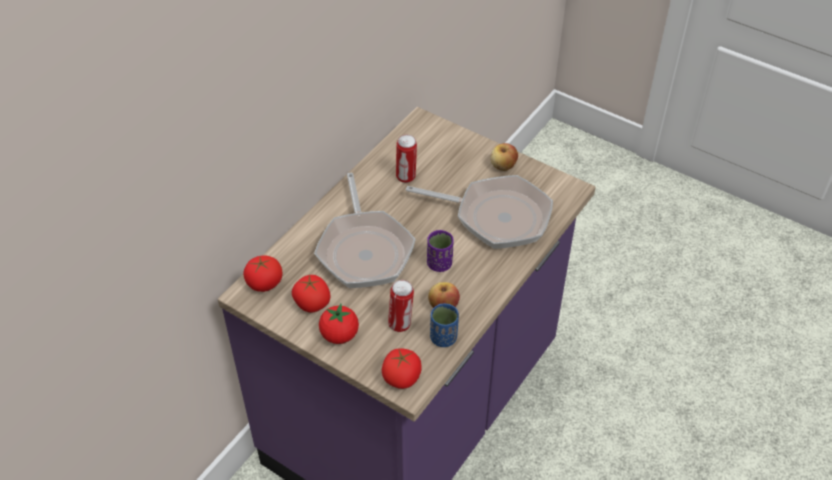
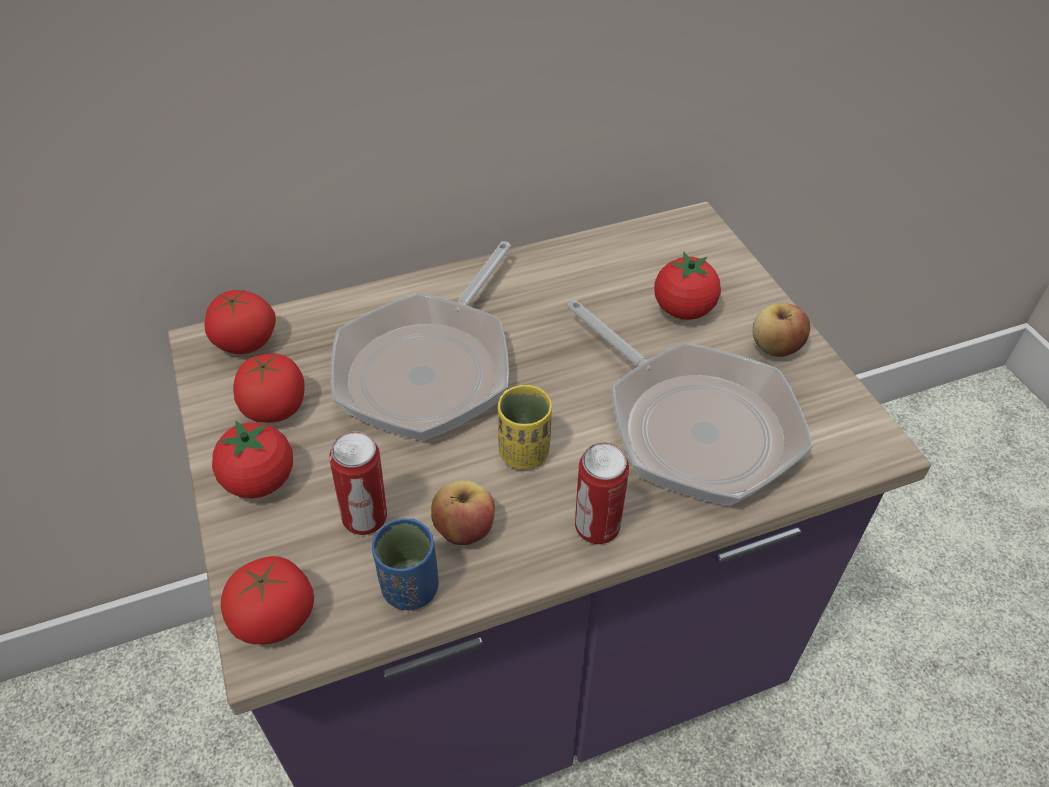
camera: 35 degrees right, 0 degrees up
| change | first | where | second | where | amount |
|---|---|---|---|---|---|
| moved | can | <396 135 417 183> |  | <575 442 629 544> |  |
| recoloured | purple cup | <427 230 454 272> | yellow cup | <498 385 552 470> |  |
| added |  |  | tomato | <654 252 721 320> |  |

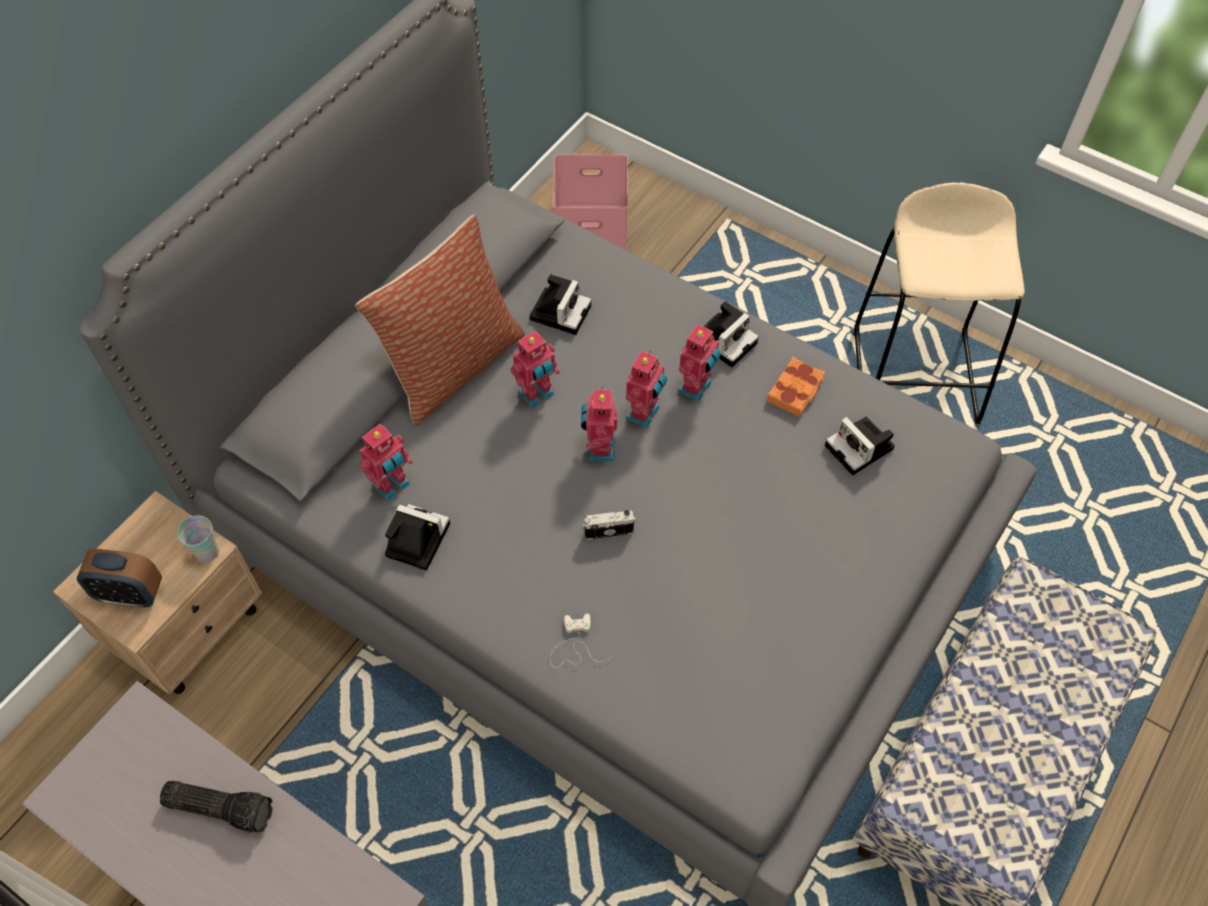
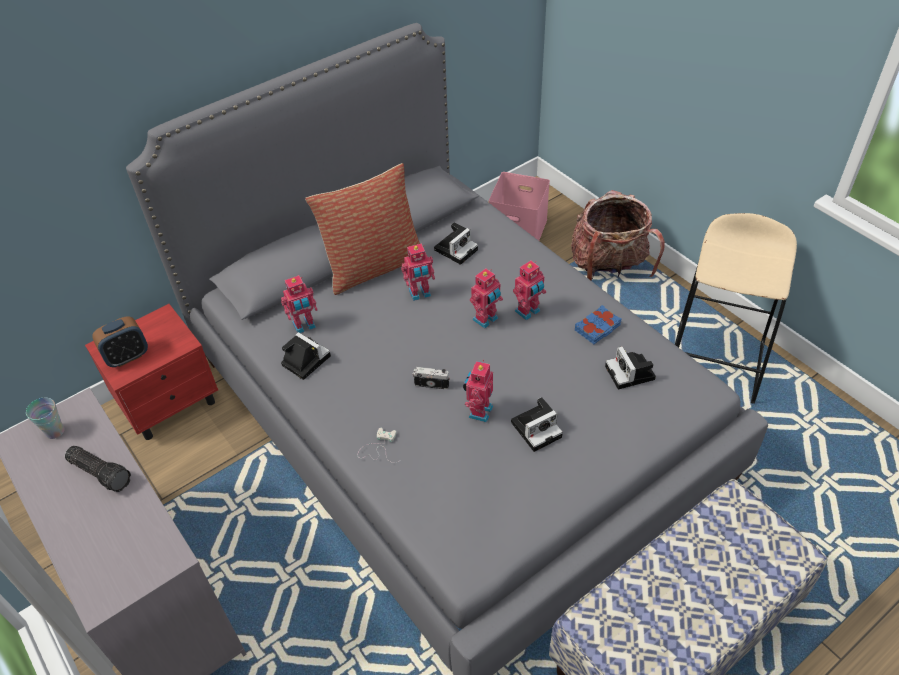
camera: 20 degrees right, 10 degrees down
| change | first | where | second | where | amount |
|---|---|---|---|---|---|
| moved | photo camera | <703 301 759 367> |  | <511 397 563 452> |  |
| recoloured | orange book | <767 357 825 416> | blue book | <575 305 621 344> |  |
| moved | toy robot | <581 386 617 461> |  | <463 360 493 423> |  |
| recoloured | beige nightstand | <53 491 262 695> | red nightstand | <85 304 218 440> |  |
| moved | cup | <177 516 219 563> |  | <26 398 65 439> |  |
| turned | alarm clock | <77 549 162 607> |  | <92 316 148 367> | 60 degrees counterclockwise |
| added |  |  | backpack | <571 190 665 280> |  |

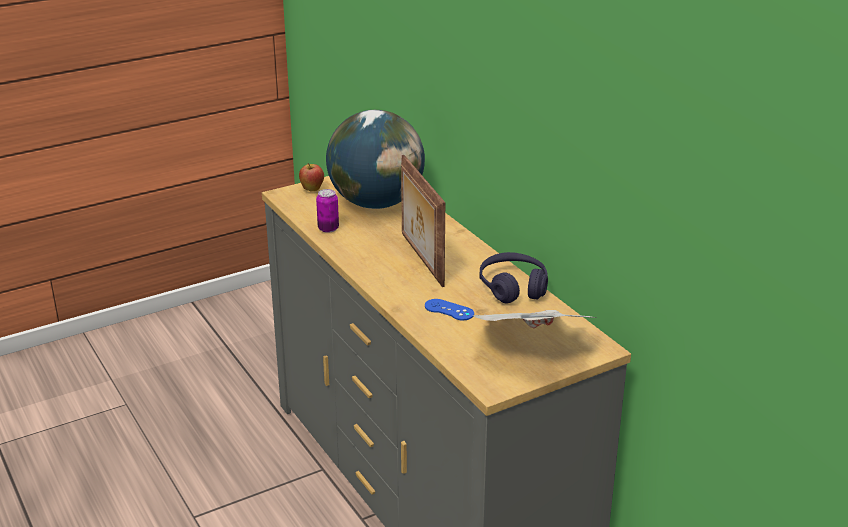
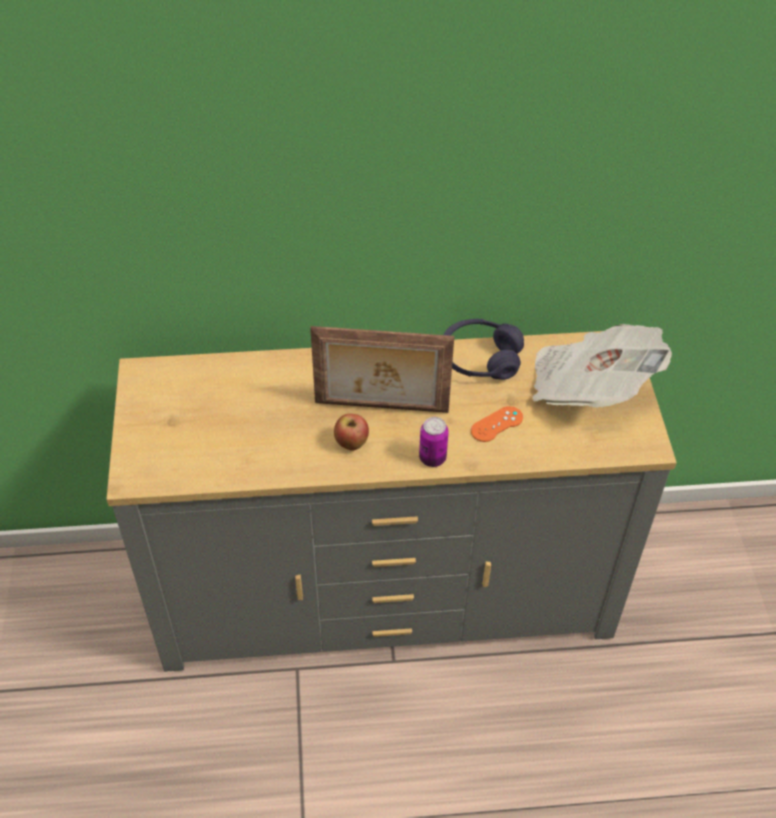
camera: 65 degrees left, 20 degrees up
| change | first | where | second | where | amount |
|---|---|---|---|---|---|
| removed | globe | <326 110 425 209> |  |  |  |
| moved | apple | <299 163 324 192> |  | <334 414 369 451> |  |
| moved | can | <316 189 339 233> |  | <419 417 449 467> |  |
| recoloured | blue game controller | <425 299 474 320> | orange game controller | <471 406 523 442> |  |

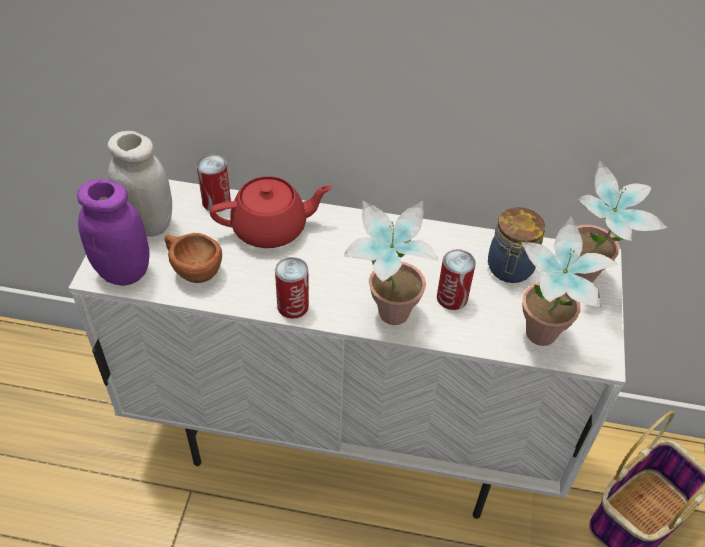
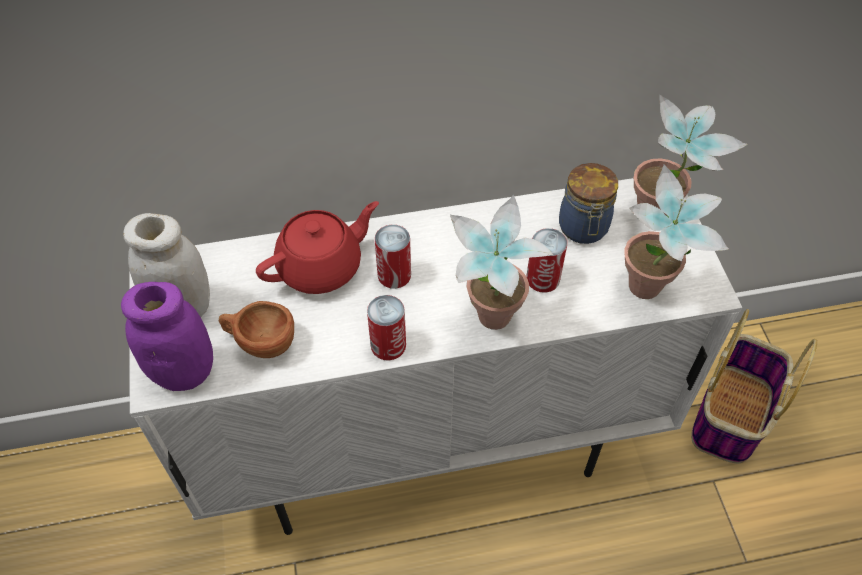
camera: 20 degrees left, 5 degrees up
| change | first | where | second | where | amount |
|---|---|---|---|---|---|
| moved | can | <197 154 231 212> |  | <375 224 411 289> |  |

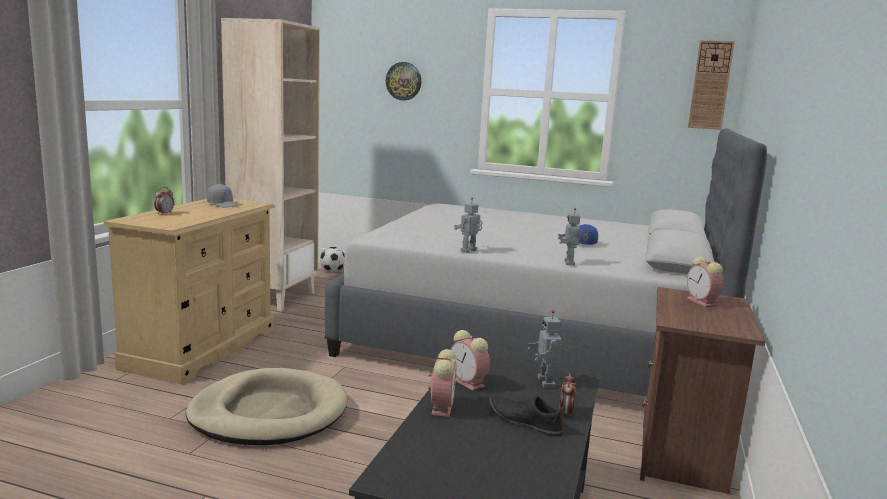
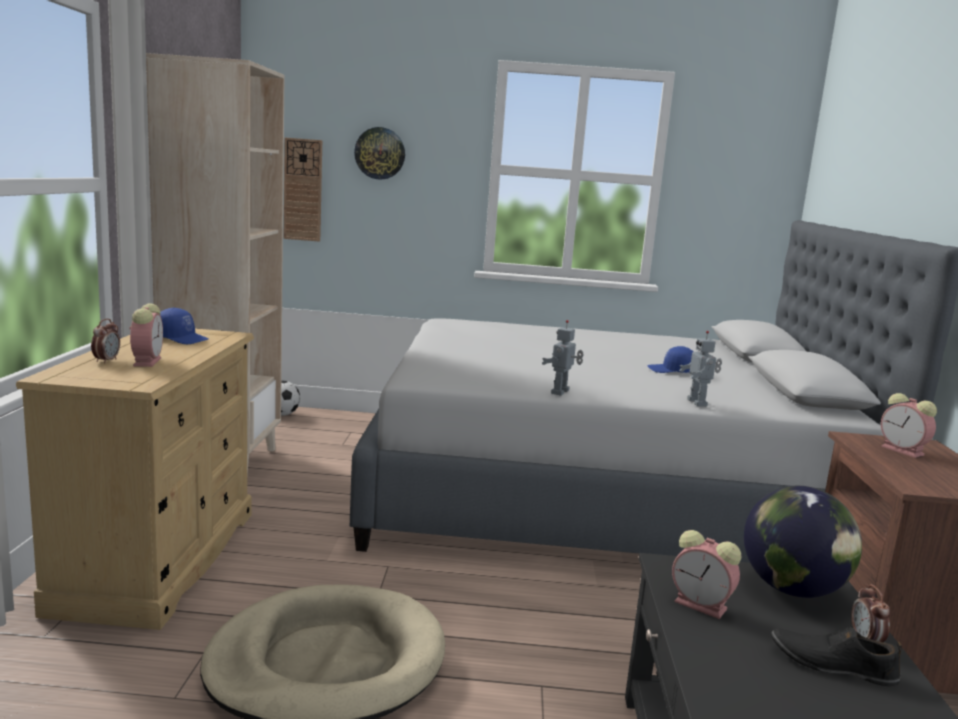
camera: 15 degrees left, 0 degrees up
| change | first | where | second | where | amount |
|---|---|---|---|---|---|
| moved | wall clock | <688 40 735 130> |  | <284 138 322 242> |  |
| recoloured | grey cap | <207 184 239 208> | blue cap | <160 307 209 344> |  |
| replaced | toy robot | <528 310 570 388> | globe | <744 486 862 598> |  |
| moved | alarm clock | <428 349 457 417> |  | <129 303 163 367> |  |

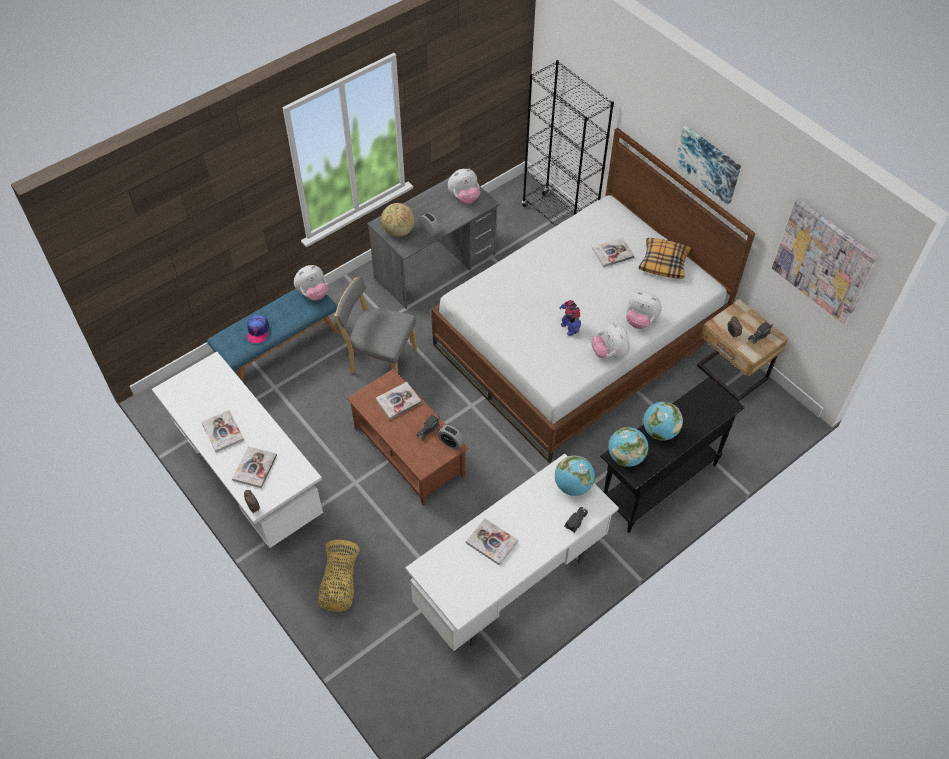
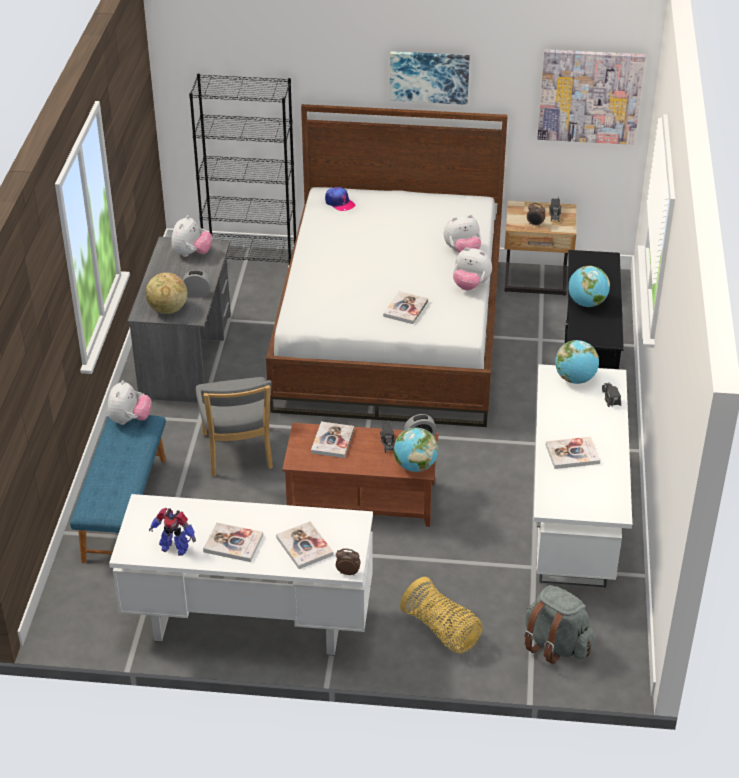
camera: 45 degrees left, 15 degrees down
| change | first | where | second | where | amount |
|---|---|---|---|---|---|
| moved | book | <592 238 634 267> |  | <383 291 428 324> |  |
| removed | pillow | <639 238 691 279> |  |  |  |
| turned | grey chair | <334 276 417 374> |  | <196 377 273 476> | 75 degrees counterclockwise |
| moved | toy robot | <559 300 581 336> |  | <149 508 196 556> |  |
| moved | cap | <247 315 269 343> |  | <325 187 356 211> |  |
| moved | globe | <608 427 648 467> |  | <394 427 438 472> |  |
| added |  |  | grey backpack | <524 585 594 664> |  |

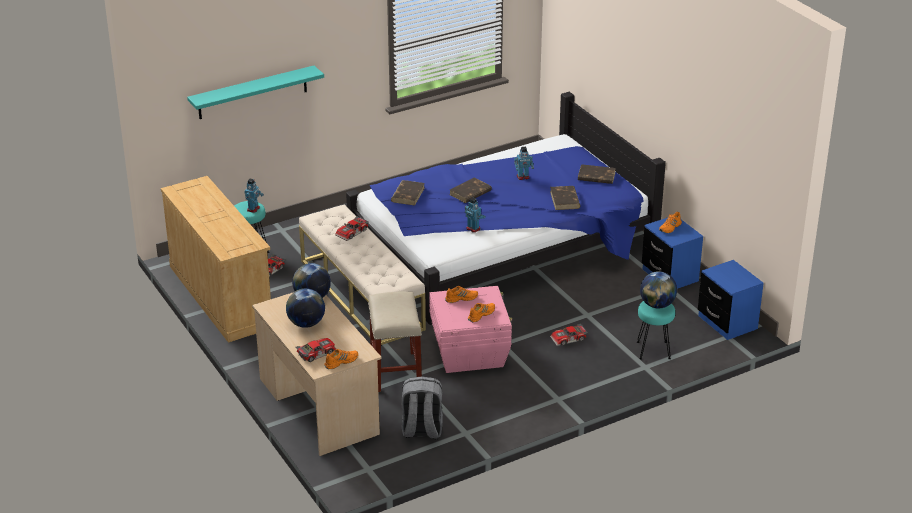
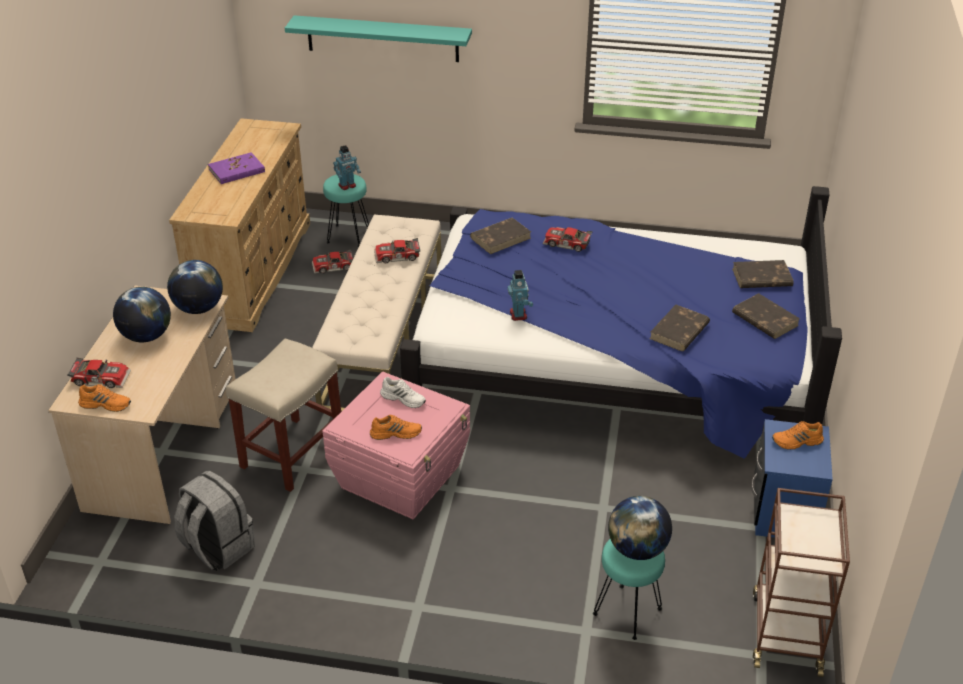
camera: 40 degrees right, 5 degrees up
| change | first | where | second | where | amount |
|---|---|---|---|---|---|
| removed | toy robot | <514 147 534 180> |  |  |  |
| moved | brown book | <449 177 492 203> |  | <732 260 793 288> |  |
| replaced | blue nightstand | <698 260 764 340> | brown cart | <753 488 850 677> |  |
| recoloured | orange shoe | <445 286 478 303> | white shoe | <380 377 426 408> |  |
| moved | toy car | <550 323 588 346> |  | <542 227 592 252> |  |
| added |  |  | purple book | <208 152 265 184> |  |

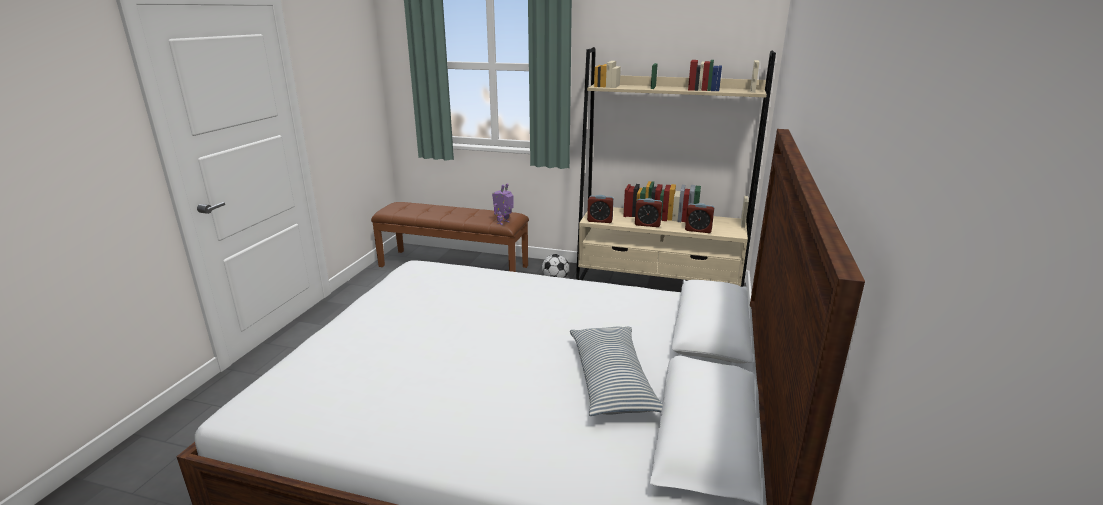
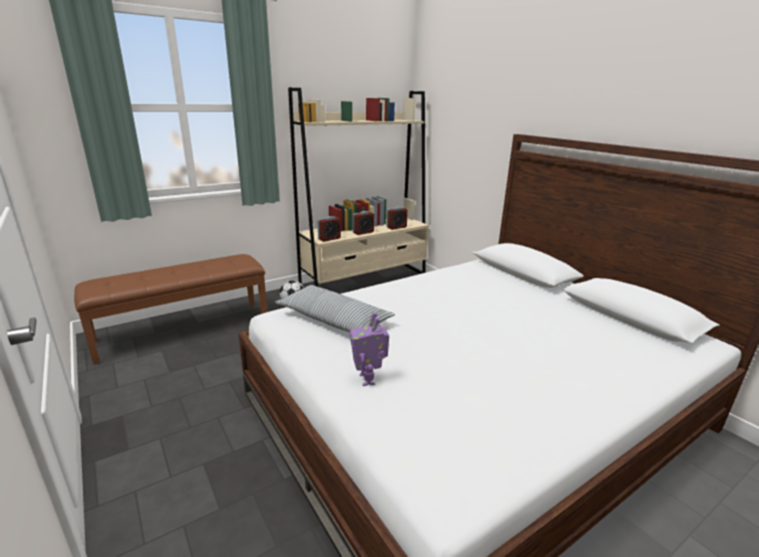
camera: 50 degrees left, 0 degrees up
| change | first | where | second | where | amount |
|---|---|---|---|---|---|
| moved | toy robot | <492 183 513 225> |  | <350 312 389 386> |  |
| moved | pillow | <570 327 663 416> |  | <275 285 395 332> |  |

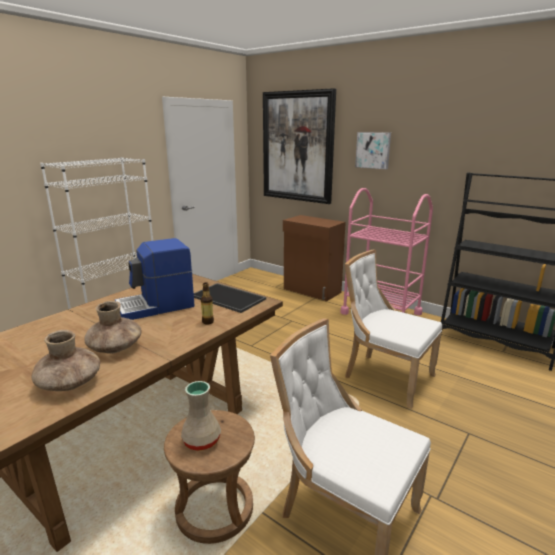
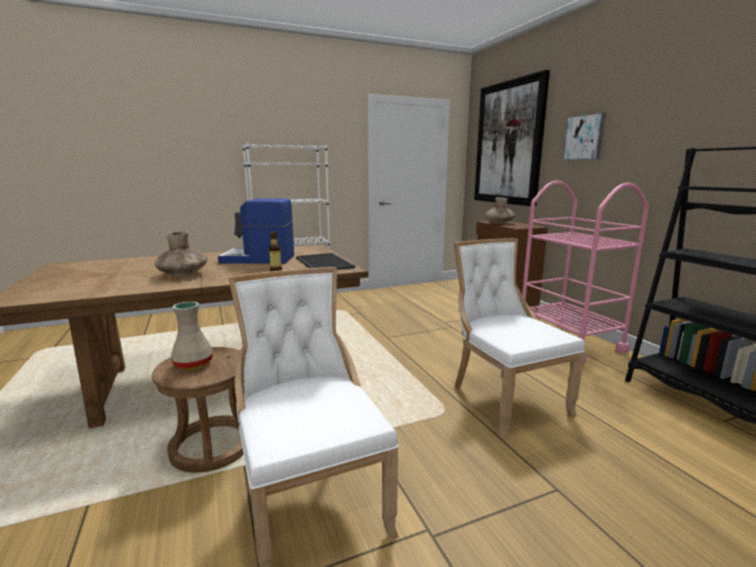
camera: 30 degrees right, 5 degrees down
| change | first | where | second | where | amount |
|---|---|---|---|---|---|
| moved | brown vase | <32 330 100 391> |  | <486 197 515 224> |  |

